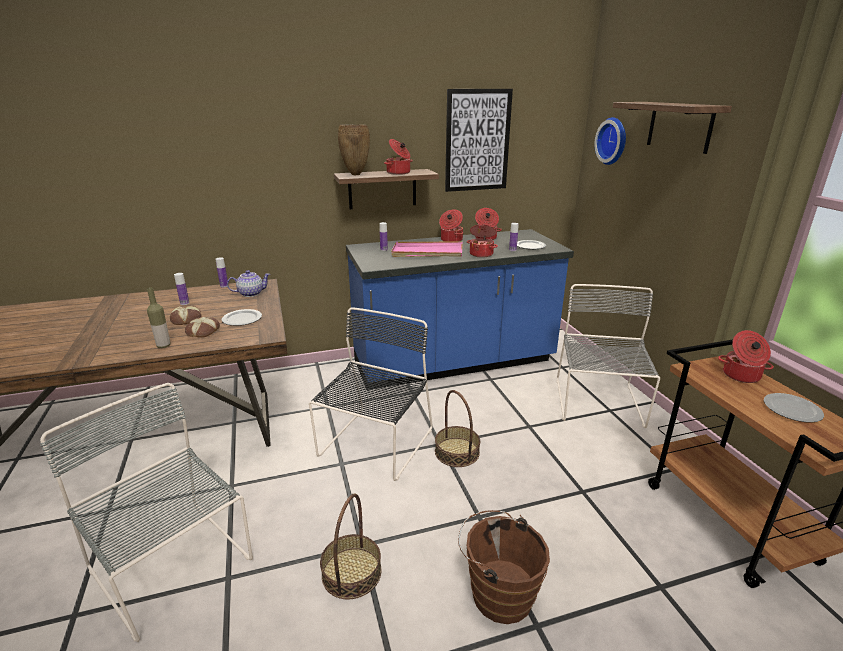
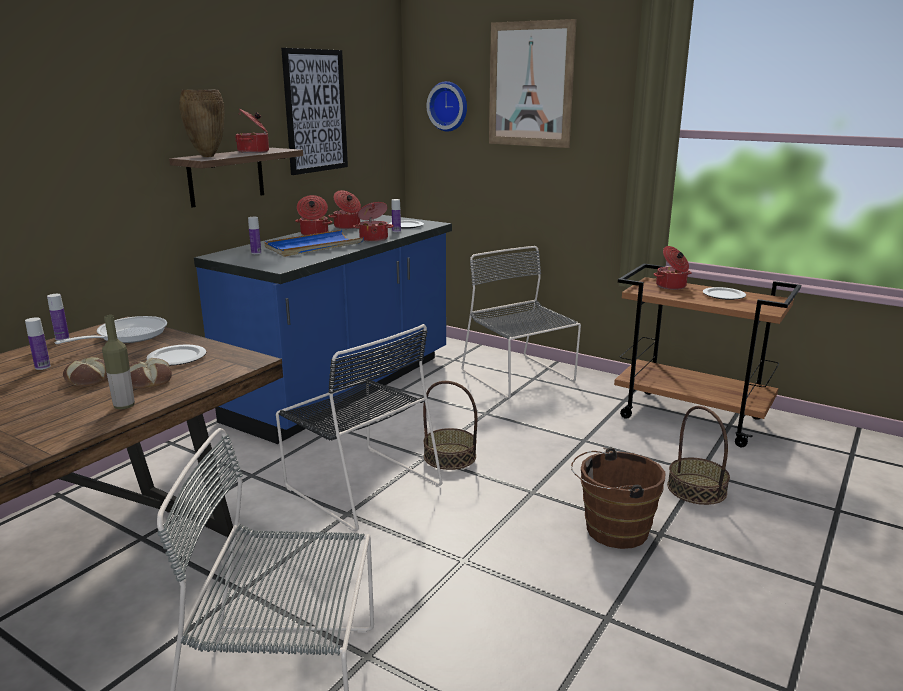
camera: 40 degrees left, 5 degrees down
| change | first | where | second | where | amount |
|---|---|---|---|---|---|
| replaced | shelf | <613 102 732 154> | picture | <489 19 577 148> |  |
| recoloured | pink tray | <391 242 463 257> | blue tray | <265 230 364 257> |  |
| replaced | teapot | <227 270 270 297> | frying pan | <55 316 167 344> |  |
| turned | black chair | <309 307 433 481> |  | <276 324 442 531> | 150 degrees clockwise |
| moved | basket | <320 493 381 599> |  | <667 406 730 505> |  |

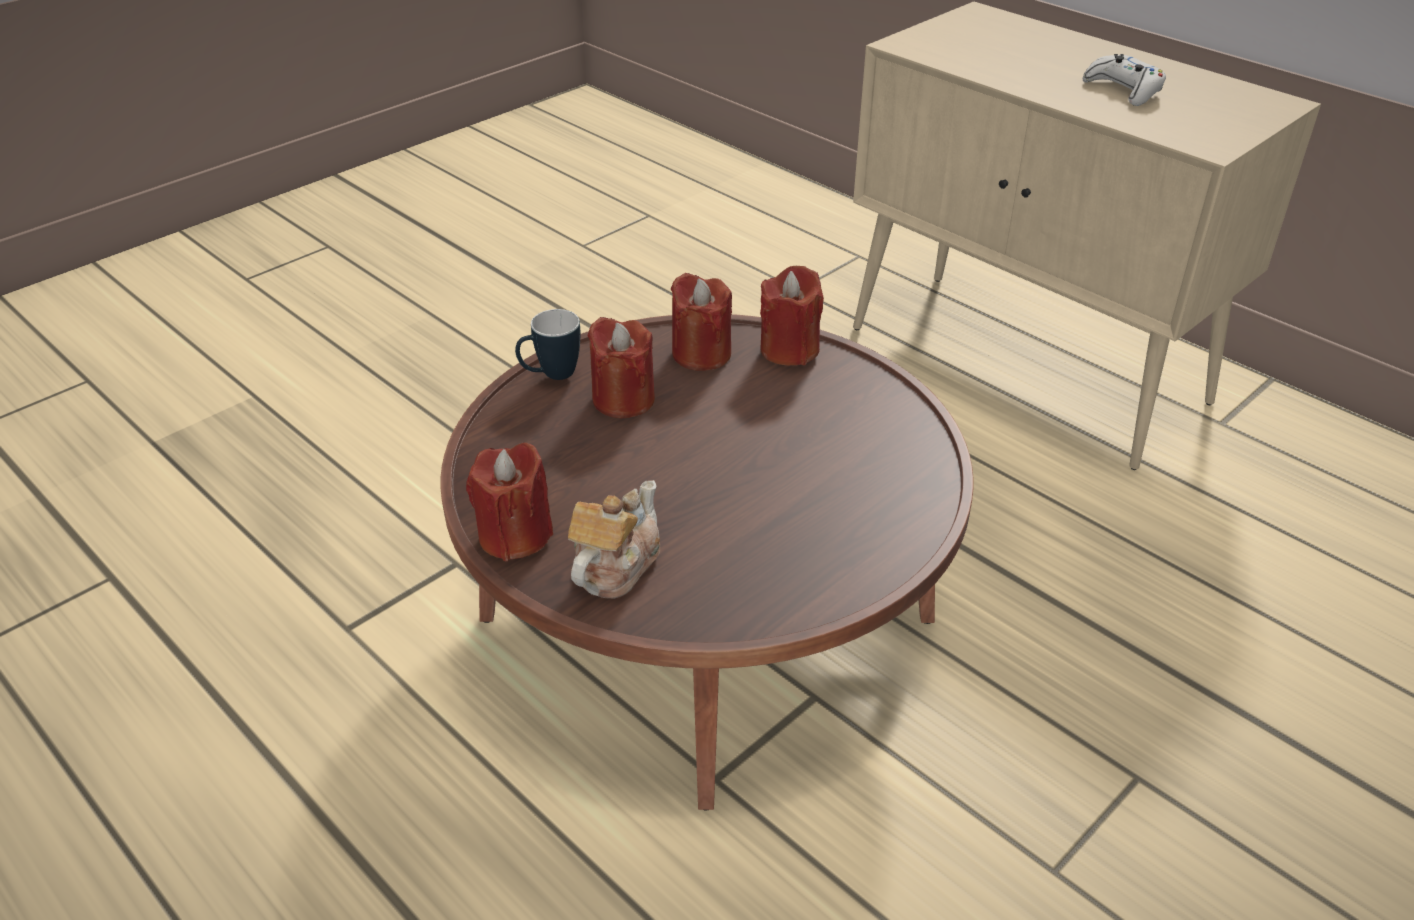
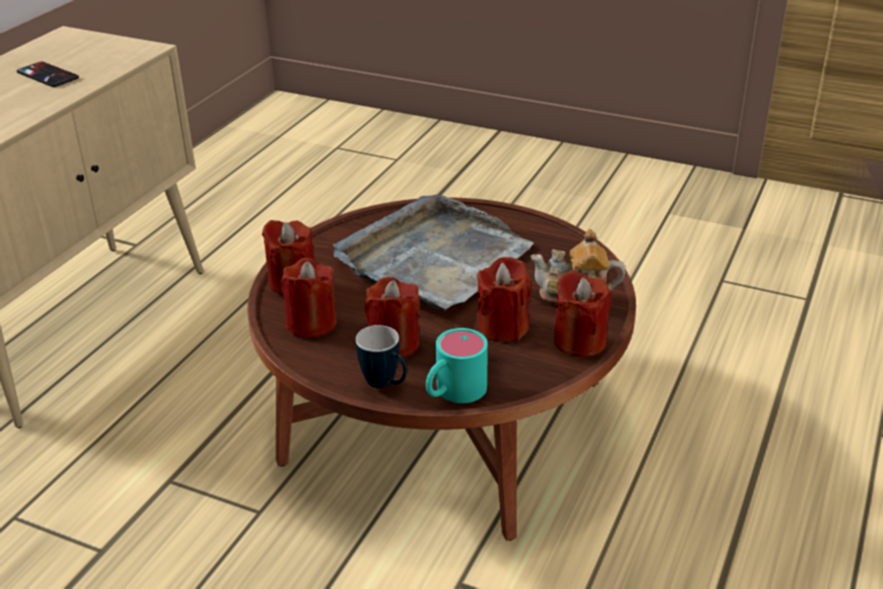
camera: 110 degrees left, 5 degrees down
| change | first | where | second | where | amount |
|---|---|---|---|---|---|
| replaced | white game controller | <1083 54 1166 106> | phone | <17 62 79 87> |  |
| added |  |  | grey tray | <333 195 534 311> |  |
| added |  |  | red candle | <477 257 531 342> |  |
| added |  |  | turquoise mug | <426 328 488 403> |  |

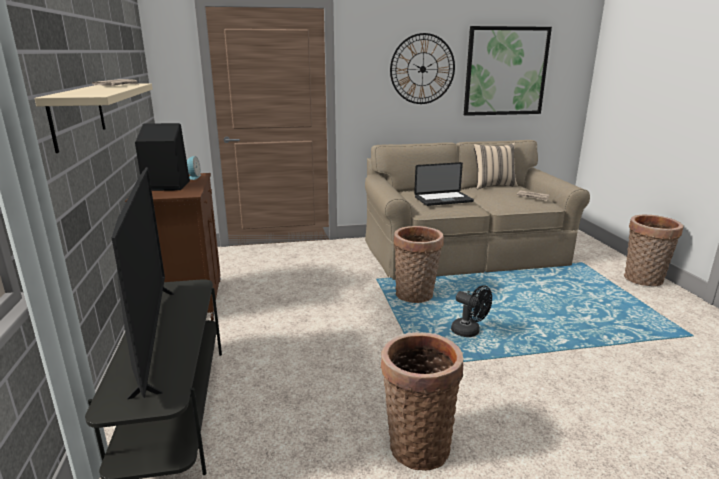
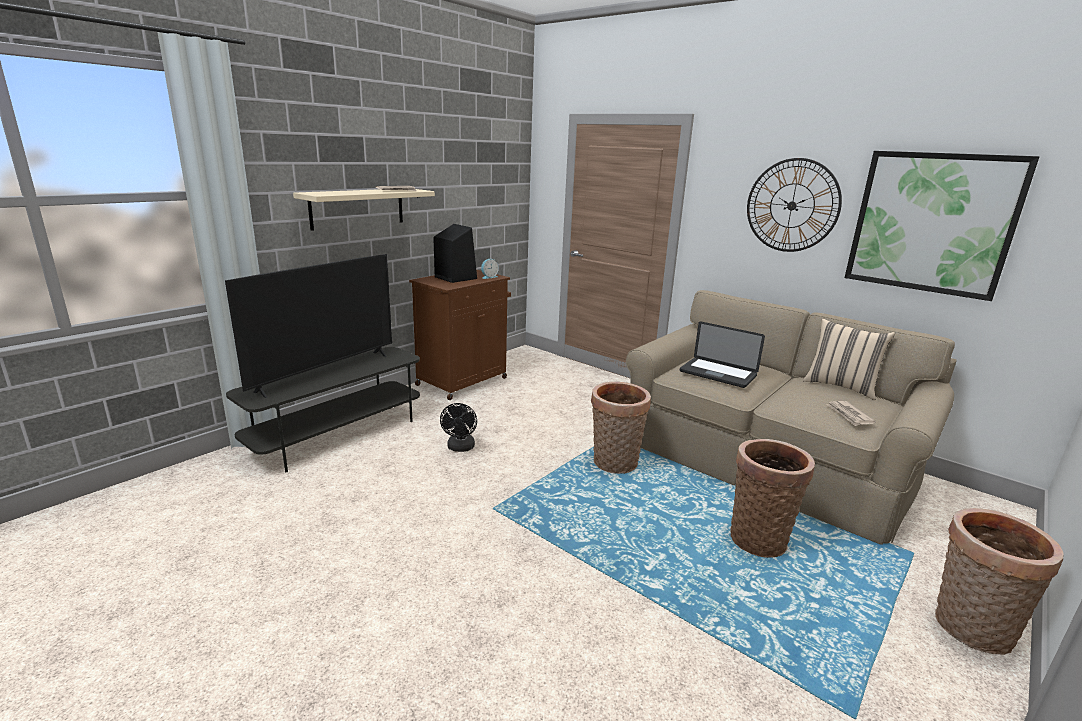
camera: 50 degrees right, 0 degrees up
| change | first | where | second | where | amount |
|---|---|---|---|---|---|
| moved | black fan | <451 285 492 337> |  | <440 403 477 452> |  |
| moved | basket | <381 332 463 471> |  | <731 439 815 558> |  |

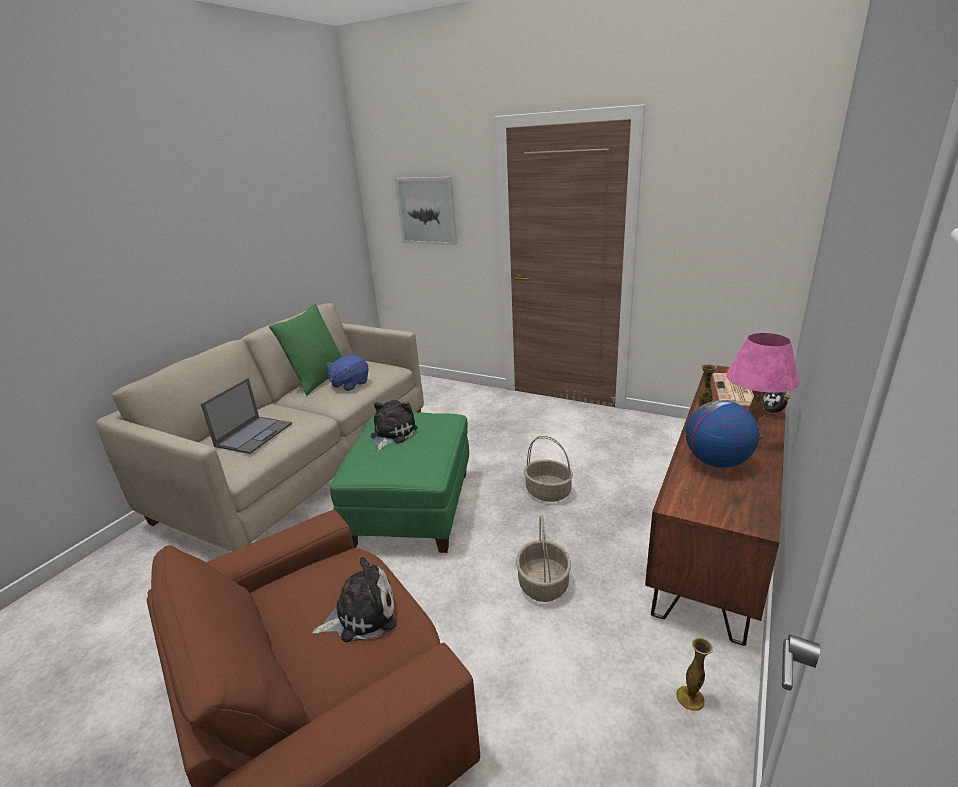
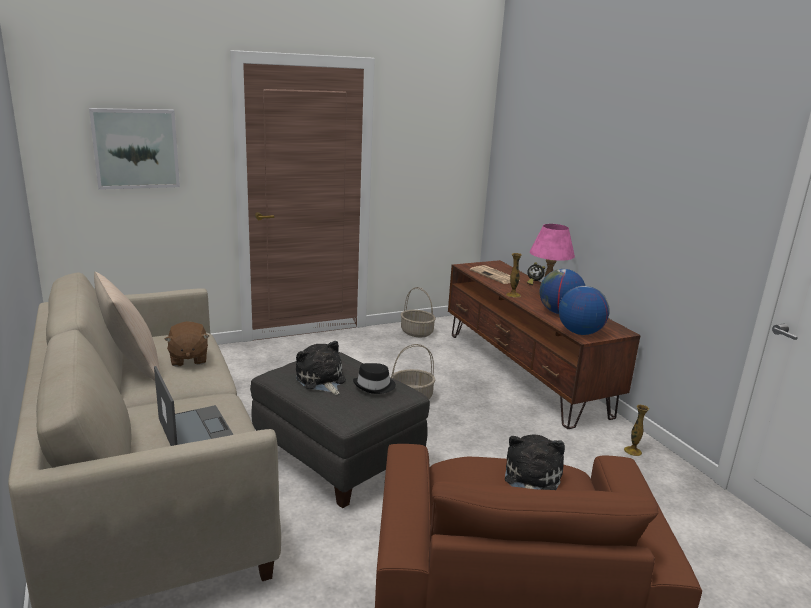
camera: 55 degrees left, 5 degrees down
| change | first | where | second | where | amount |
|---|---|---|---|---|---|
| recoloured | green pillow | <269 304 342 395> | beige pillow | <94 272 160 381> |  |
| recoloured | blue plush toy | <326 354 369 391> | brown plush toy | <164 321 209 367> |  |
| recoloured | green ottoman | <330 412 469 553> | grey ottoman | <250 352 430 508> |  |
| moved | basket | <516 514 571 602> |  | <401 287 436 337> |  |
| added |  |  | globe | <559 286 610 335> |  |
| added |  |  | black hat | <353 363 396 394> |  |

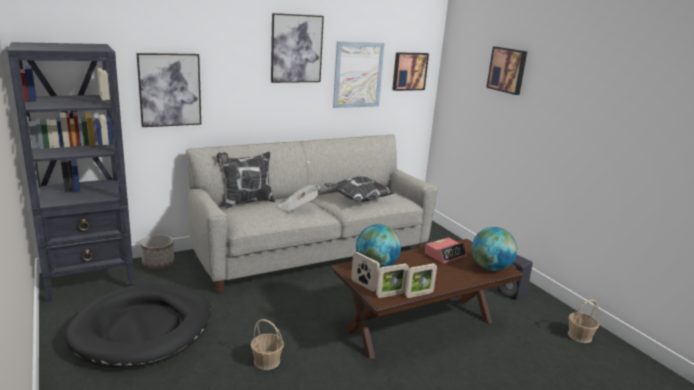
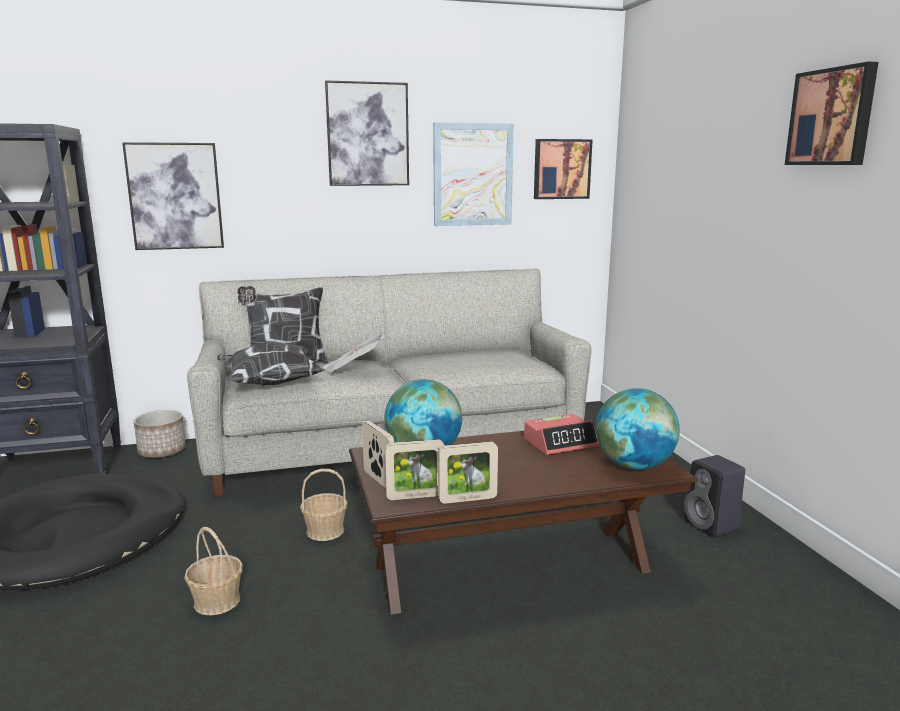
camera: 15 degrees right, 5 degrees down
| change | first | where | second | where | amount |
|---|---|---|---|---|---|
| moved | picture | <486 47 527 95> |  | <785 62 878 165> |  |
| moved | pillow | <324 176 396 202> |  | <217 342 324 386> |  |
| moved | basket | <568 300 599 343> |  | <300 469 348 541> |  |

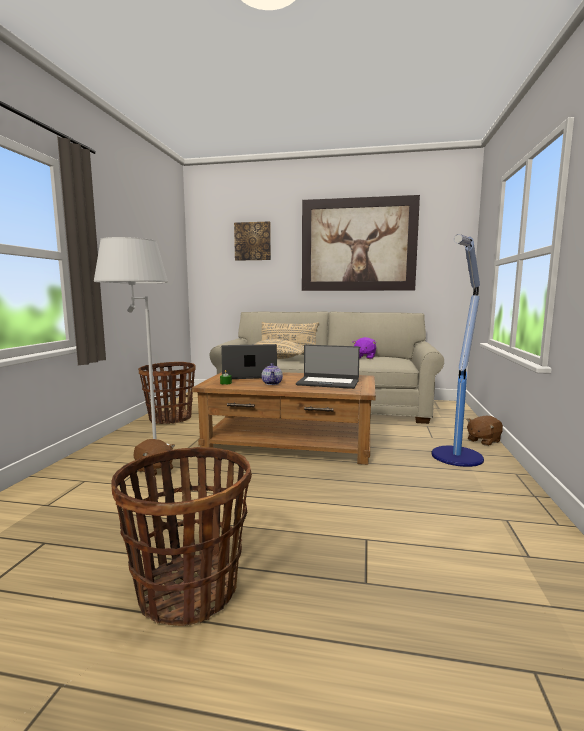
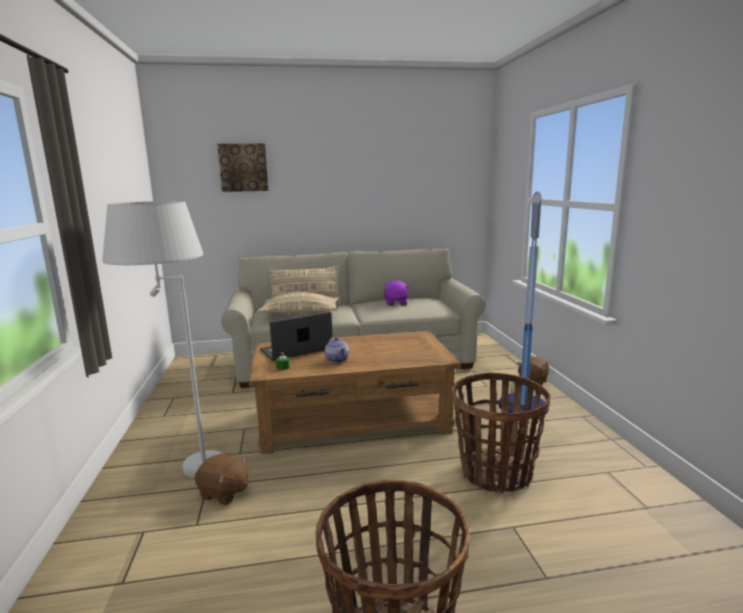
camera: 20 degrees left, 5 degrees up
| change | first | where | second | where | amount |
|---|---|---|---|---|---|
| removed | picture | <302 195 420 291> |  |  |  |
| removed | laptop | <296 345 360 389> |  |  |  |
| moved | basket | <138 362 196 424> |  | <452 372 551 493> |  |

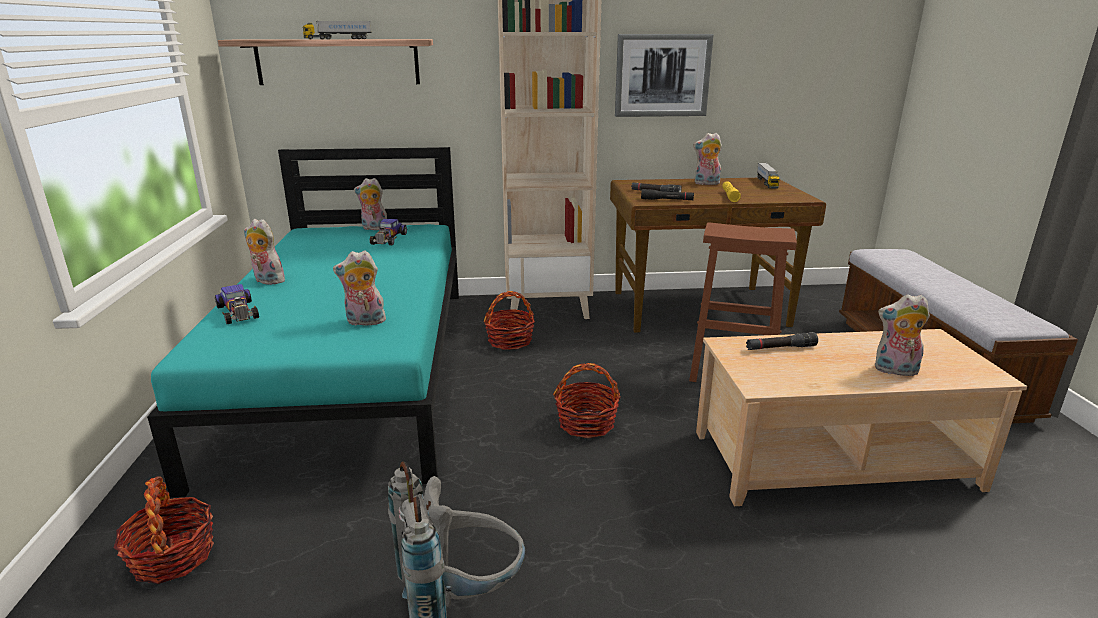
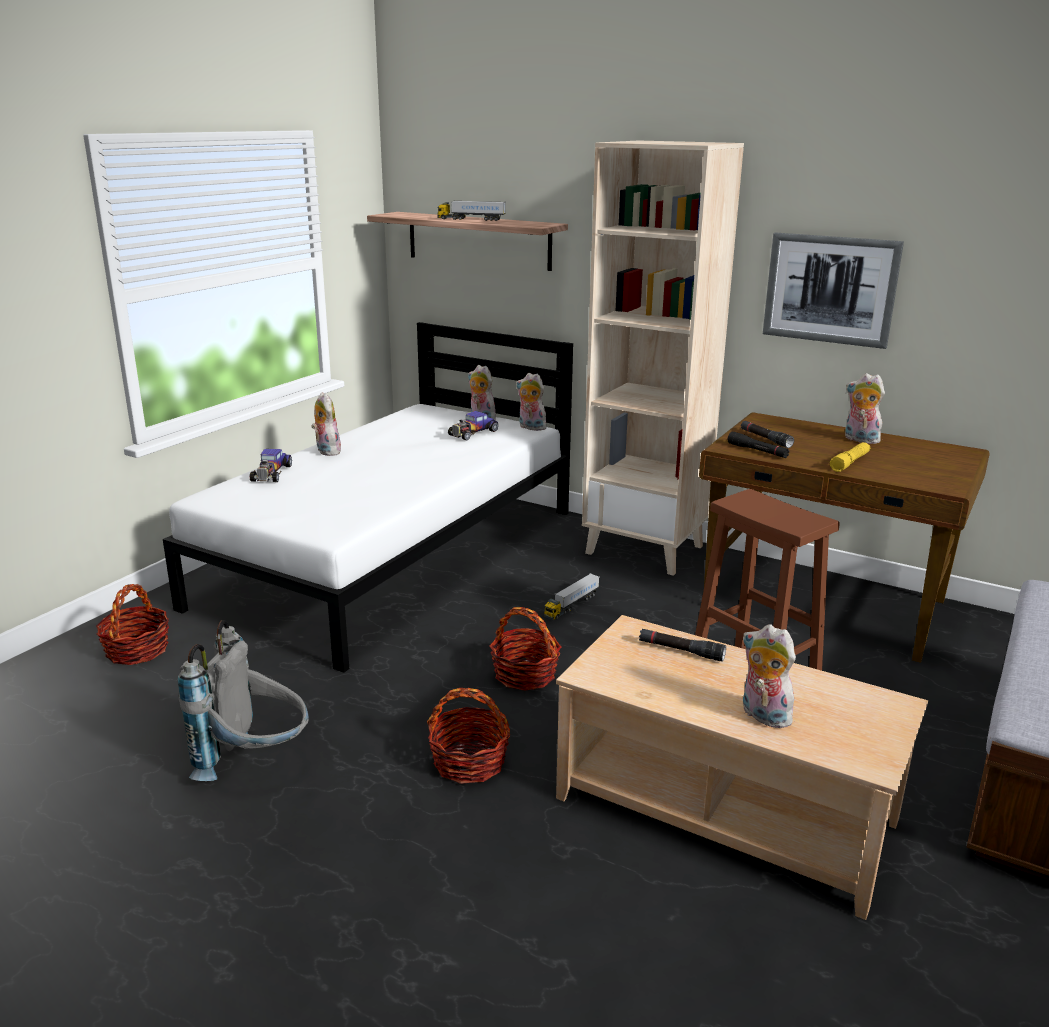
camera: 35 degrees right, 0 degrees up
| change | first | where | second | where | amount |
|---|---|---|---|---|---|
| recoloured | turquoise bed | <147 147 459 497> | white bed | <163 322 573 673> |  |
| moved | toy truck | <757 163 780 189> |  | <544 573 600 620> |  |
| moved | plush toy | <333 250 386 326> |  | <516 373 547 431> |  |
| moved | basket | <484 291 535 350> |  | <427 688 510 784> |  |

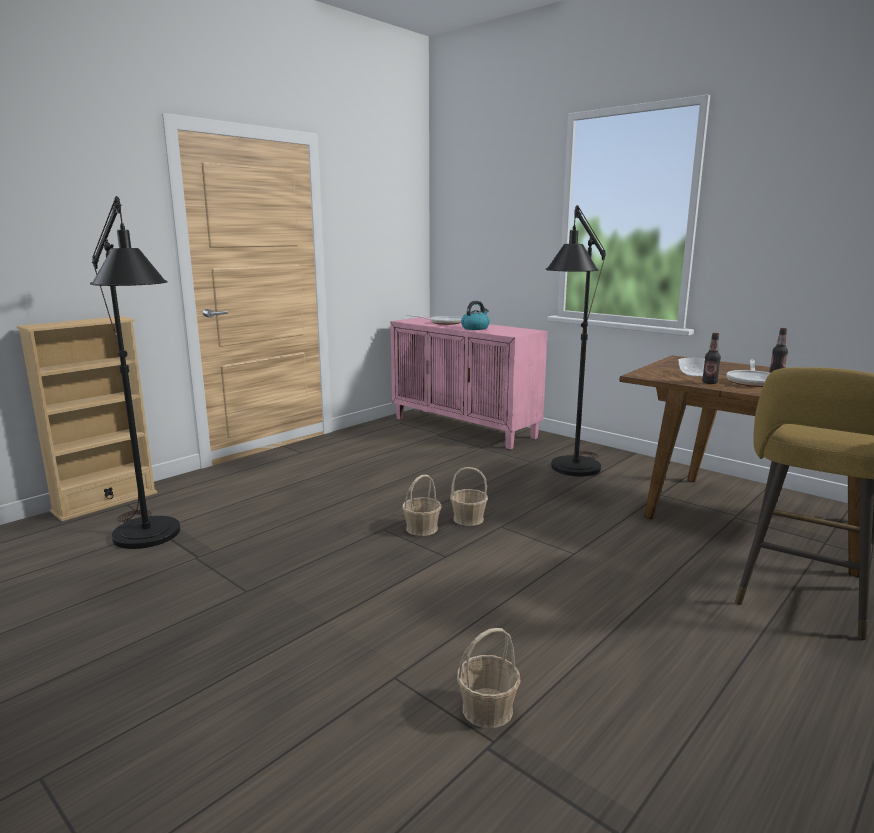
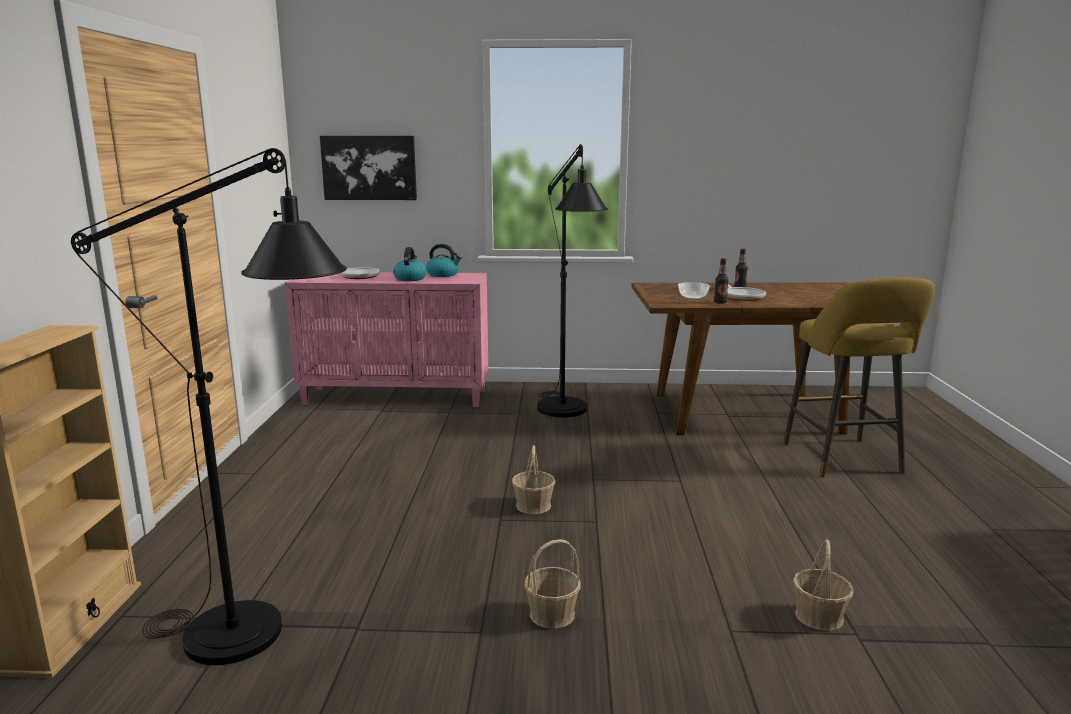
camera: 40 degrees left, 0 degrees up
| change | first | where | second | where | amount |
|---|---|---|---|---|---|
| moved | basket | <450 467 488 526> |  | <524 539 581 629> |  |
| added |  |  | picture | <320 136 417 200> |  |
| added |  |  | kettle | <426 244 462 277> |  |

